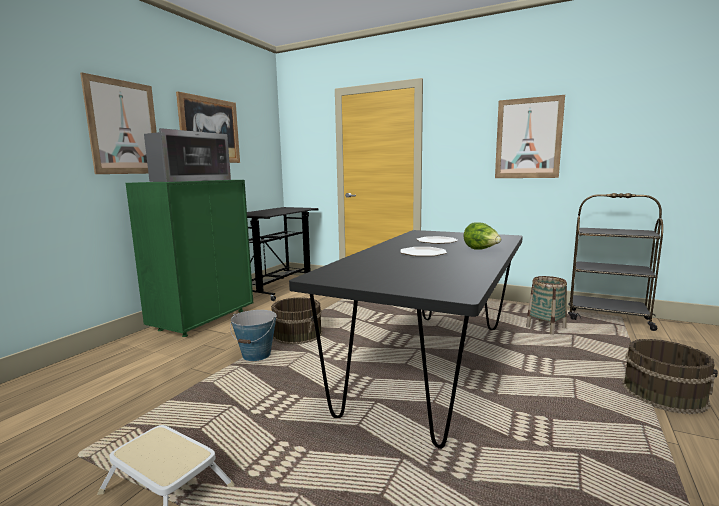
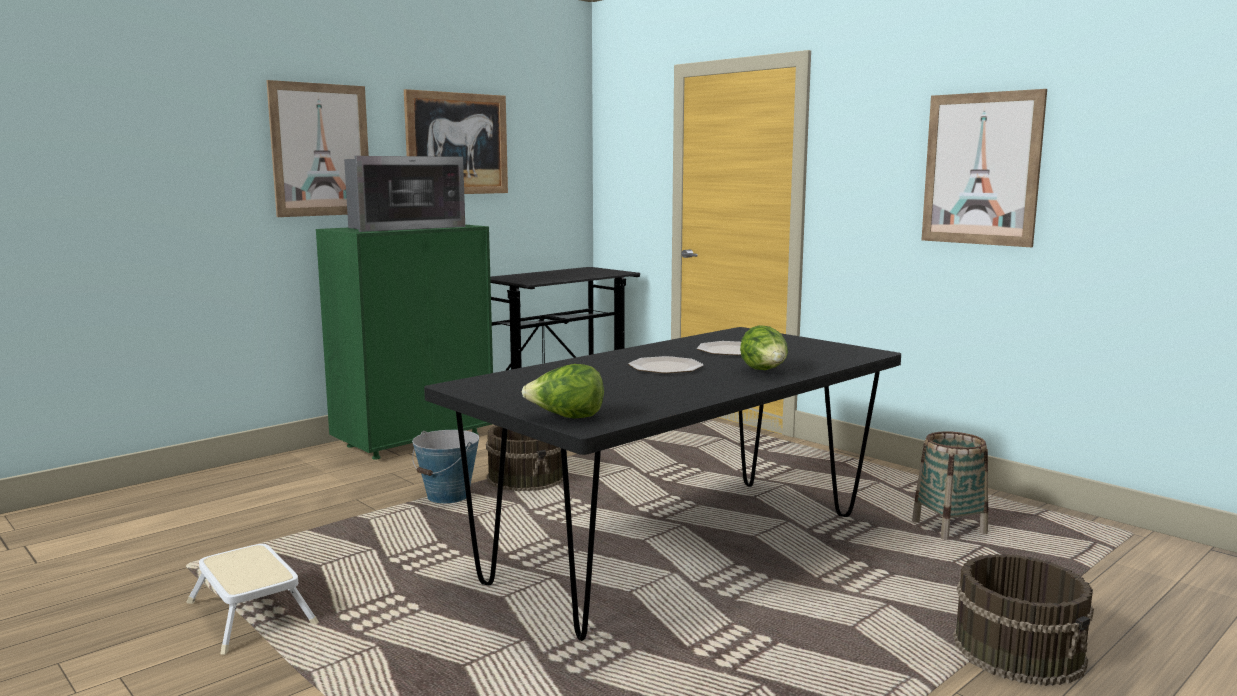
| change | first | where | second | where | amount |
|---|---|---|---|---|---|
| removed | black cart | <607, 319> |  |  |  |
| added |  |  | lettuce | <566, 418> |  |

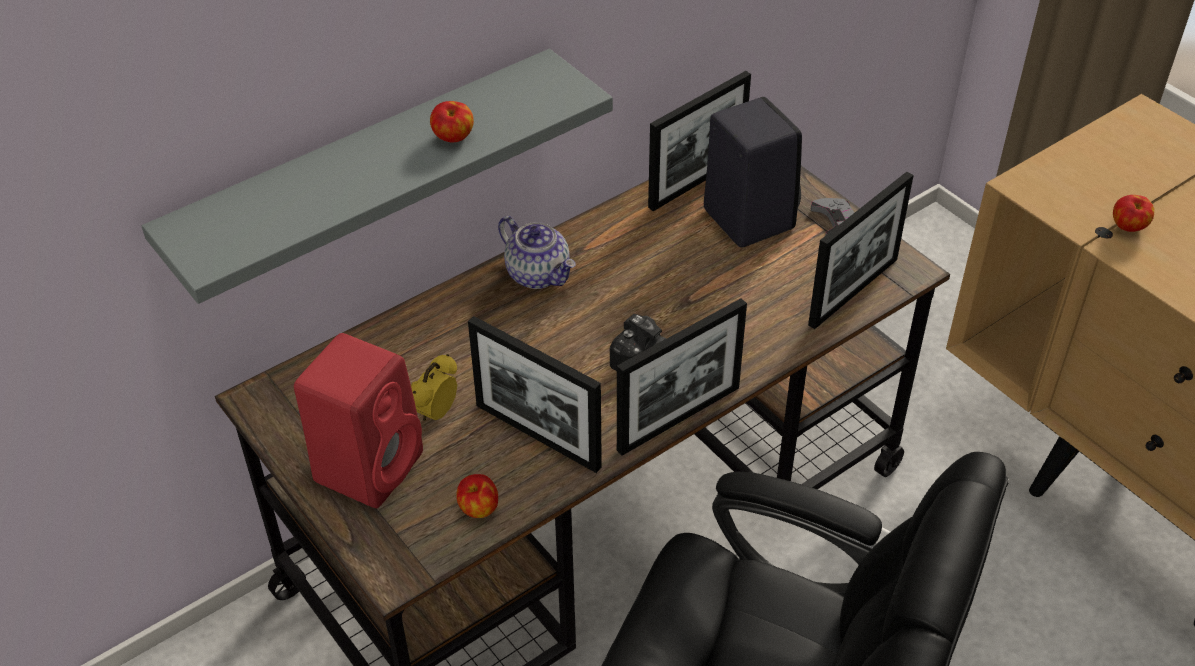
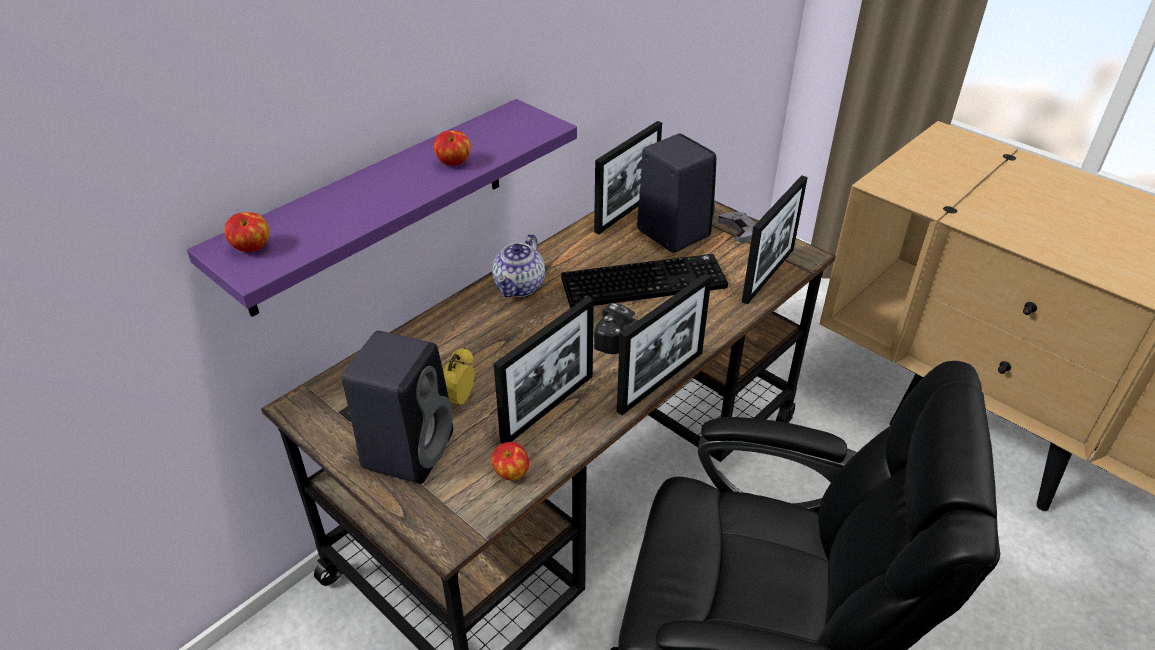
| change | first | where | second | where | amount |
|---|---|---|---|---|---|
| recoloured | grey shelf | <366, 175> | purple shelf | <378, 205> |  |
| recoloured | red speaker | <370, 464> | black speaker | <409, 448> |  |
| turned | picture frame | <537, 436> |  | <548, 408> | 75 degrees counterclockwise |
| turned | teapot | <539, 274> |  | <520, 287> | 75 degrees clockwise |
| moved | apple | <1128, 227> |  | <252, 248> |  |
| added |  |  | keyboard | <644, 281> |  |

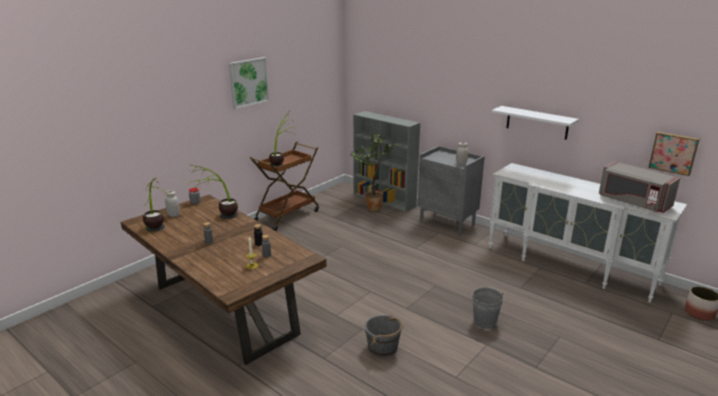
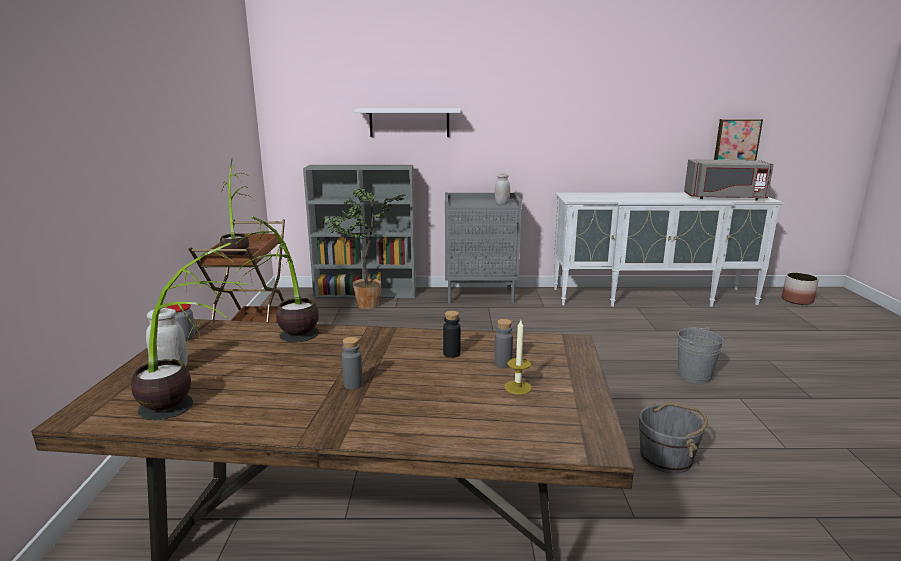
| change | first | where | second | where | amount |
|---|---|---|---|---|---|
| removed | picture | <248, 82> |  |  |  |
| moved | white shelf | <537, 122> |  | <409, 122> |  |

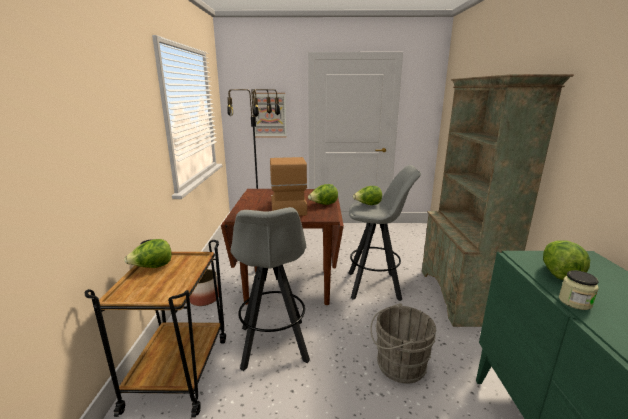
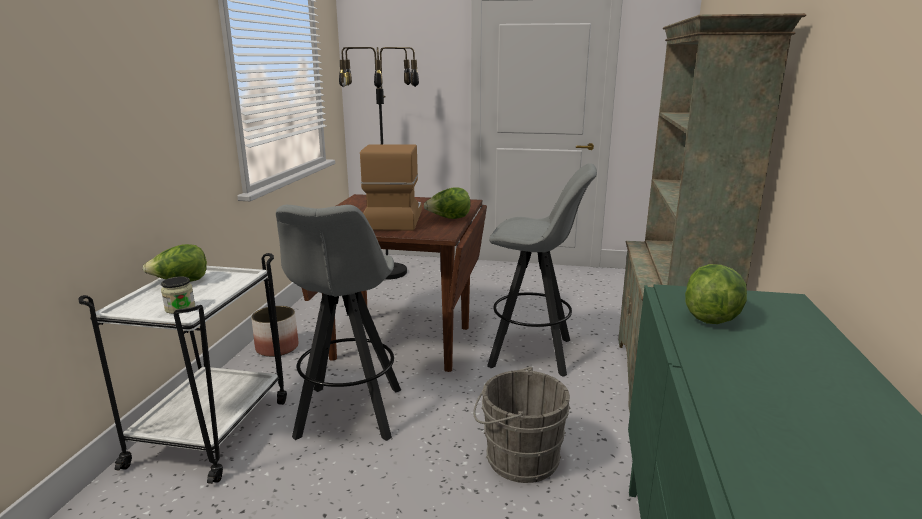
| change | first | where | second | where | amount |
|---|---|---|---|---|---|
| recoloured | brown cart | <179, 371> | white cart | <212, 431> |  |
| removed | picture | <269, 115> |  |  |  |
| removed | lettuce | <368, 205> |  |  |  |
| moved | jar | <575, 302> |  | <180, 308> |  |

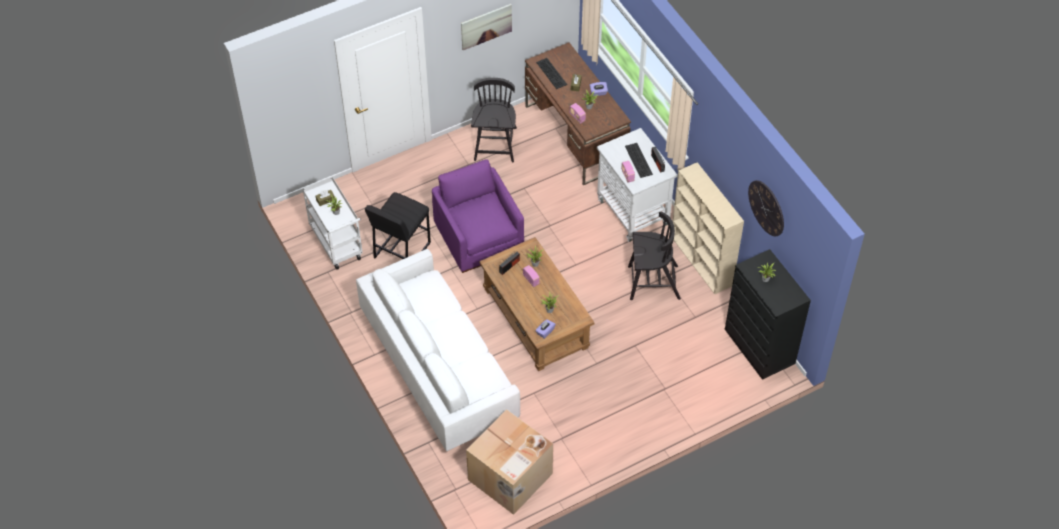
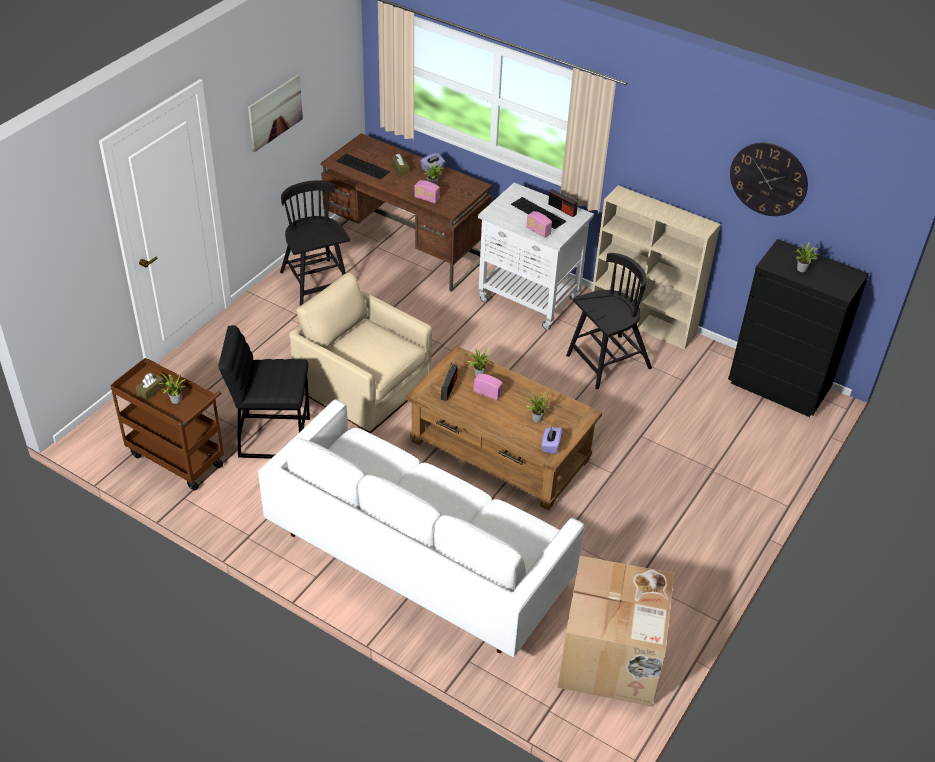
| change | first | where | second | where | amount |
|---|---|---|---|---|---|
| recoloured | white cart | <337, 246> | brown cart | <178, 462> |  |
| turned | black chair | <401, 251> |  | <272, 437> | 90 degrees clockwise |
| recoloured | purple armchair | <479, 236> | beige armchair | <363, 385> |  |

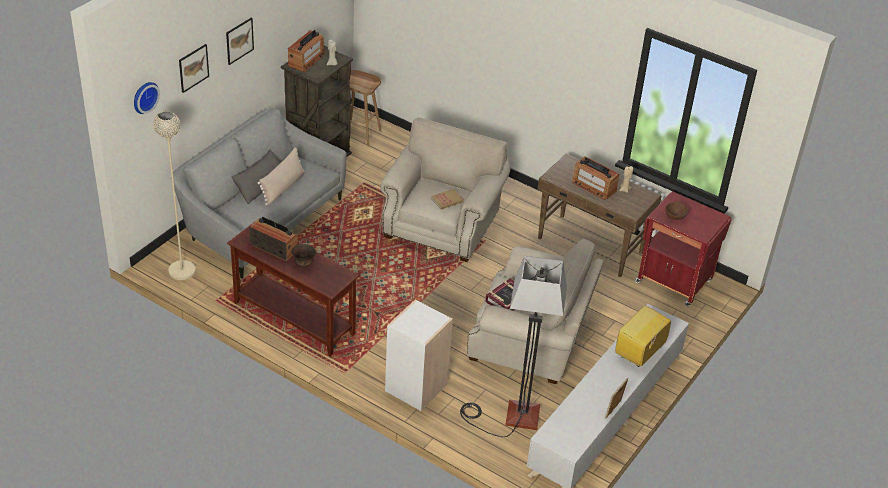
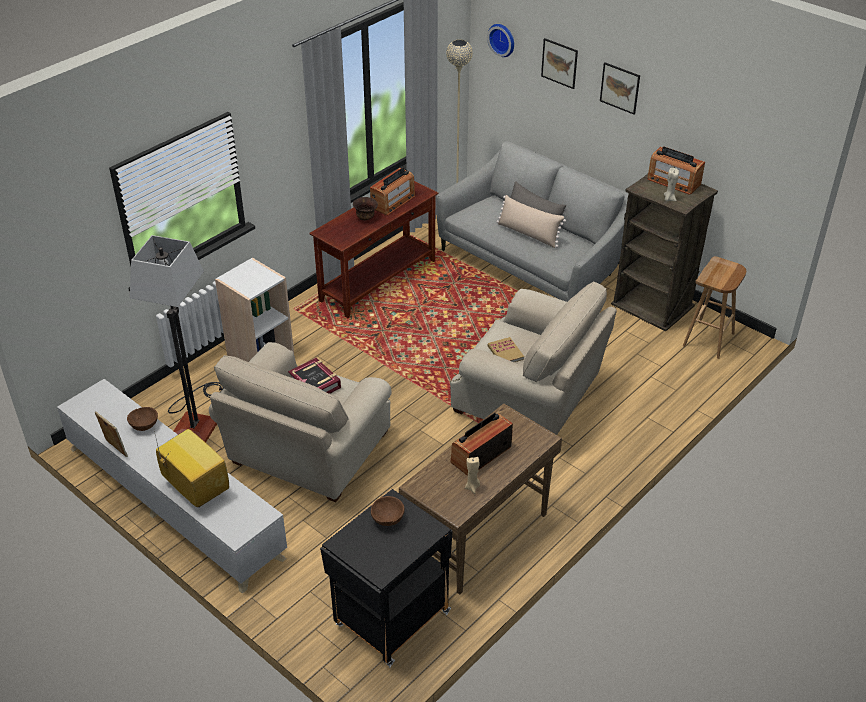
| change | first | where | second | where | amount |
|---|---|---|---|---|---|
| recoloured | red cart | <674, 283> | black cart | <391, 621> |  |
| added |  |  | brown bowl | <144, 426> |  |

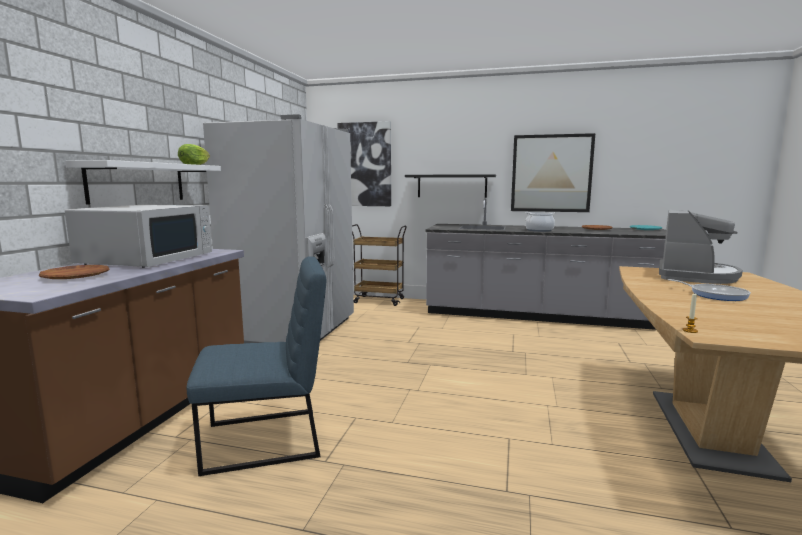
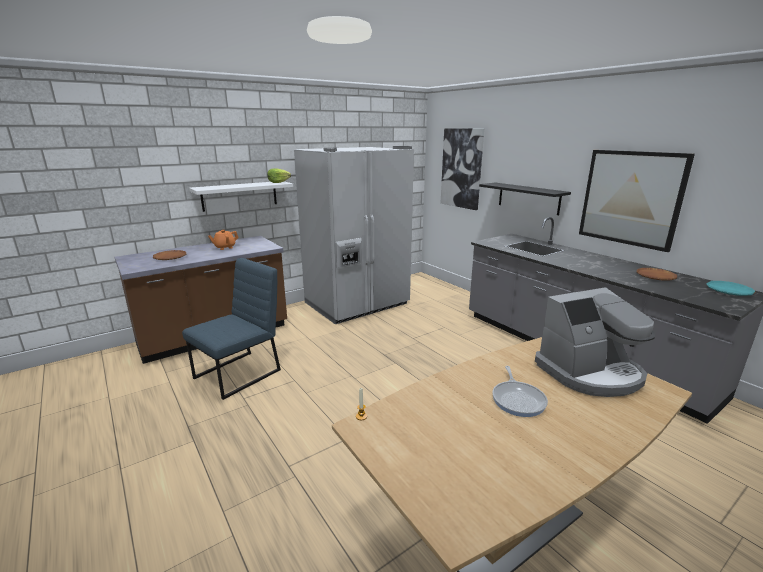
| change | first | where | second | where | amount |
|---|---|---|---|---|---|
| replaced | white microwave | <148, 259> | orange teapot | <225, 247> |  |
| turned | blue chair | <267, 440> |  | <240, 373> | 75 degrees counterclockwise |
| removed | brown cart | <379, 301> |  |  |  |
| removed | cooking pot | <539, 230> |  |  |  |

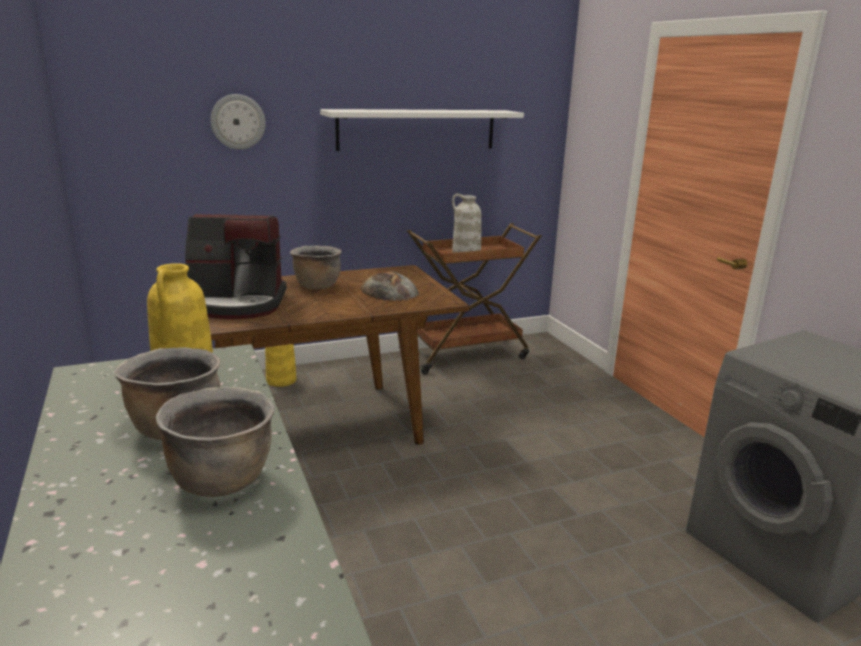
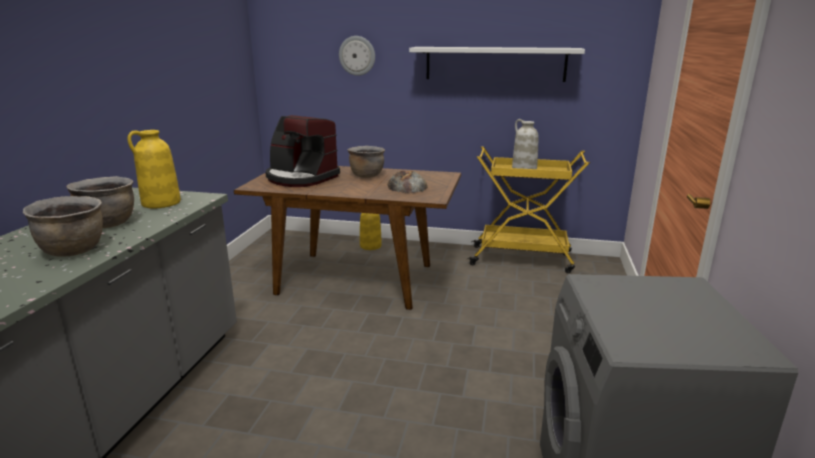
| change | first | where | second | where | amount |
|---|---|---|---|---|---|
| recoloured | brown cart | <465, 355> | yellow cart | <521, 259> |  |

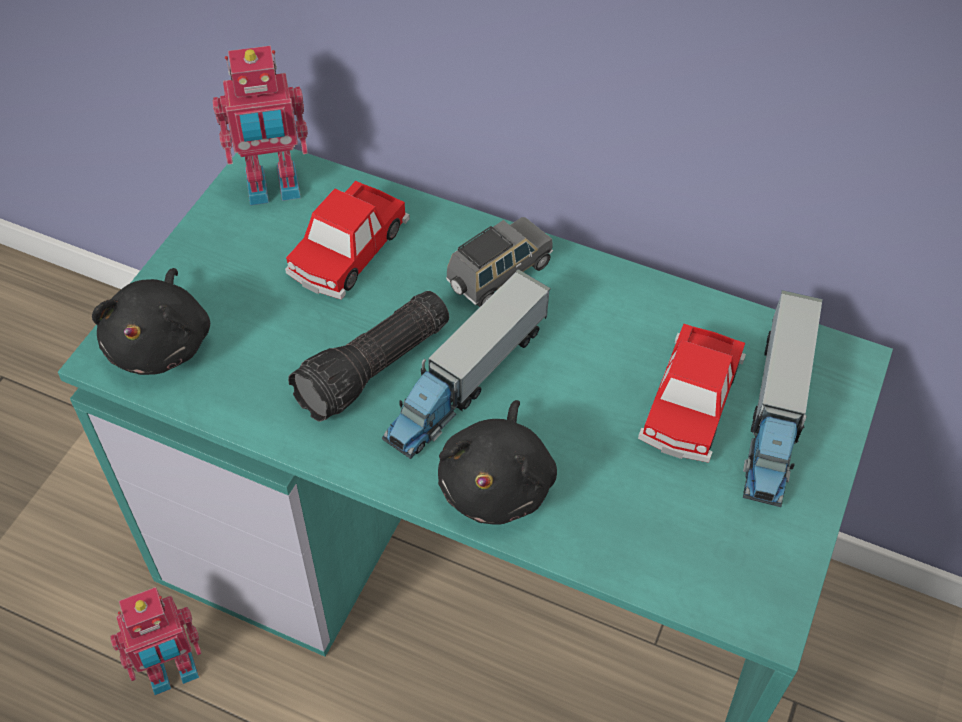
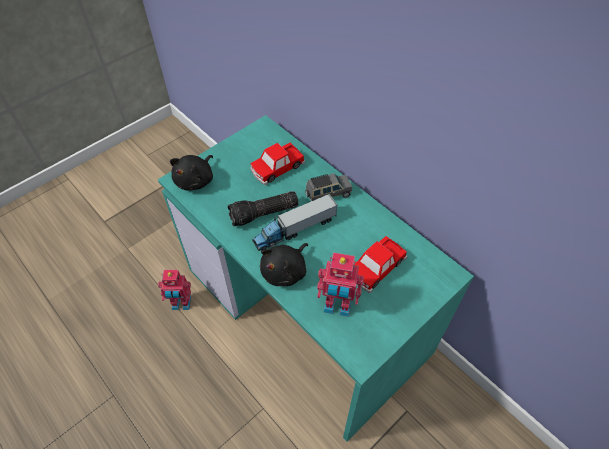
| change | first | where | second | where | amount |
|---|---|---|---|---|---|
| moved | toy robot | <273, 189> |  | <337, 306> |  |
| removed | toy truck | <775, 413> |  |  |  |

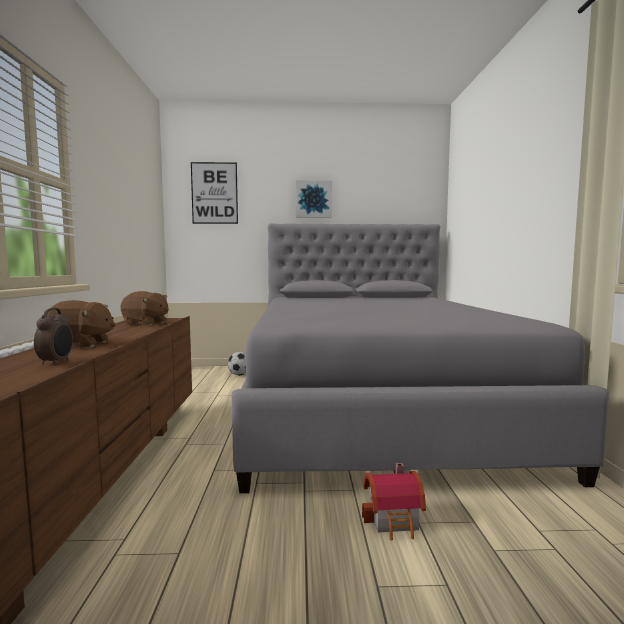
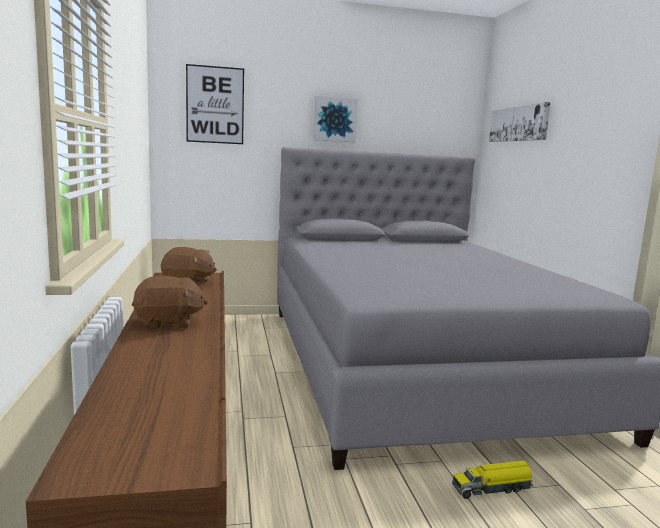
| change | first | where | second | where | amount |
|---|---|---|---|---|---|
| removed | alarm clock | <57, 362> |  |  |  |
| removed | football | <239, 375> |  |  |  |
| replaced | toy house | <395, 520> | toy truck | <492, 488> |  |
| added |  |  | picture | <519, 124> |  |

